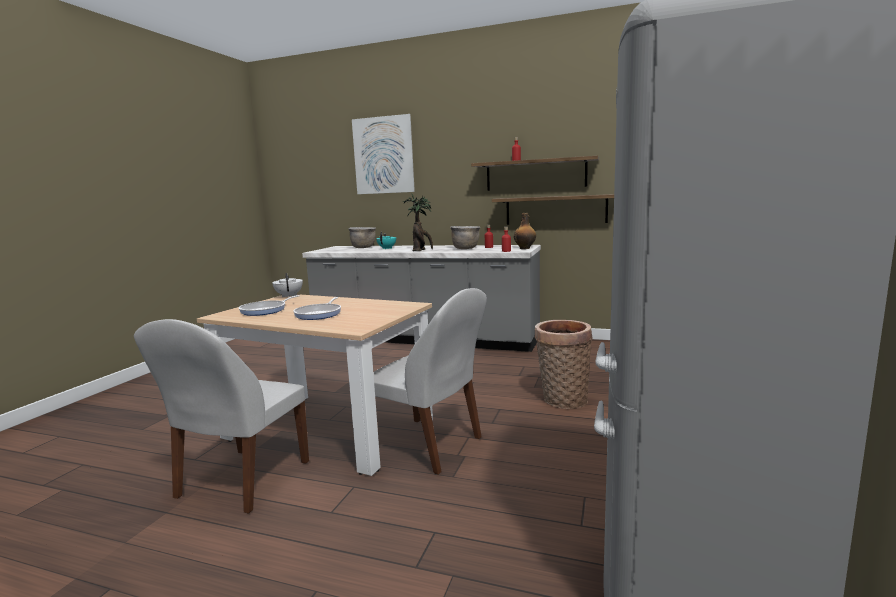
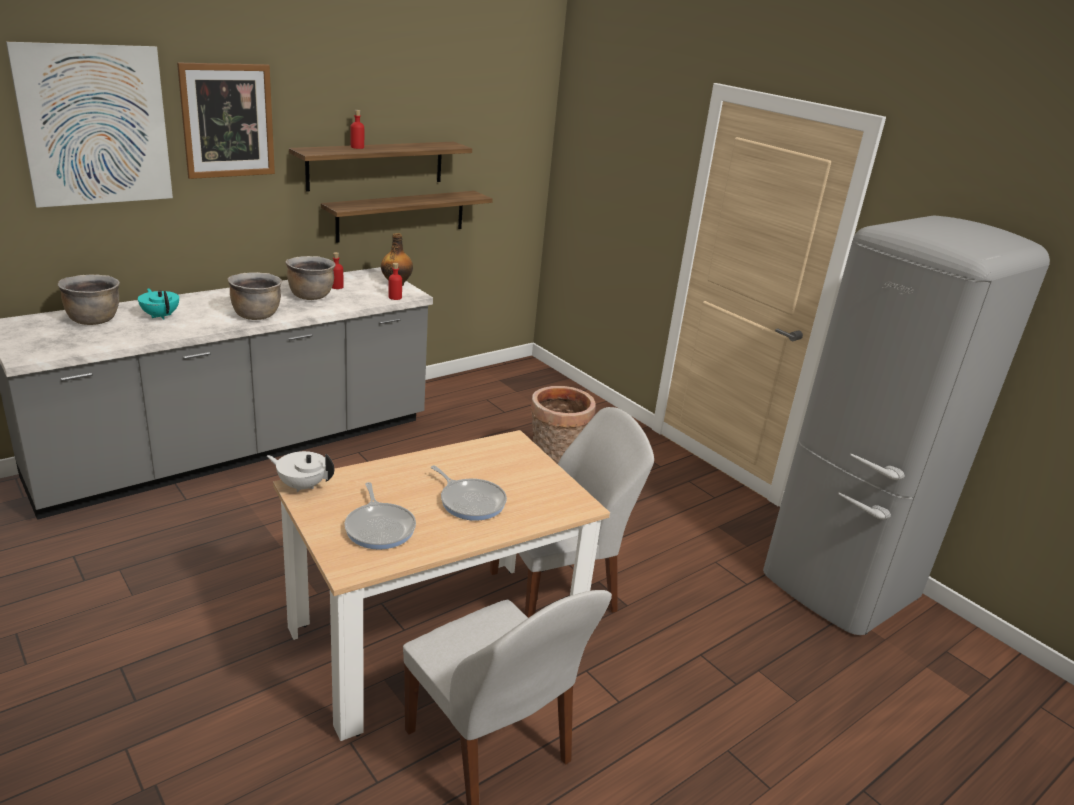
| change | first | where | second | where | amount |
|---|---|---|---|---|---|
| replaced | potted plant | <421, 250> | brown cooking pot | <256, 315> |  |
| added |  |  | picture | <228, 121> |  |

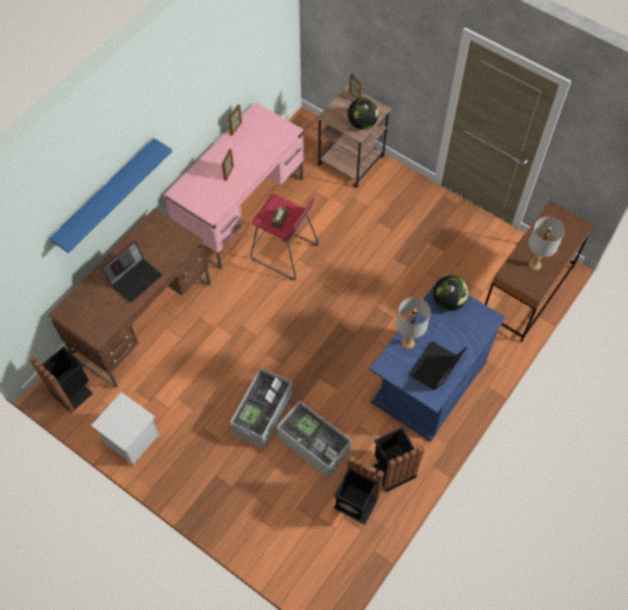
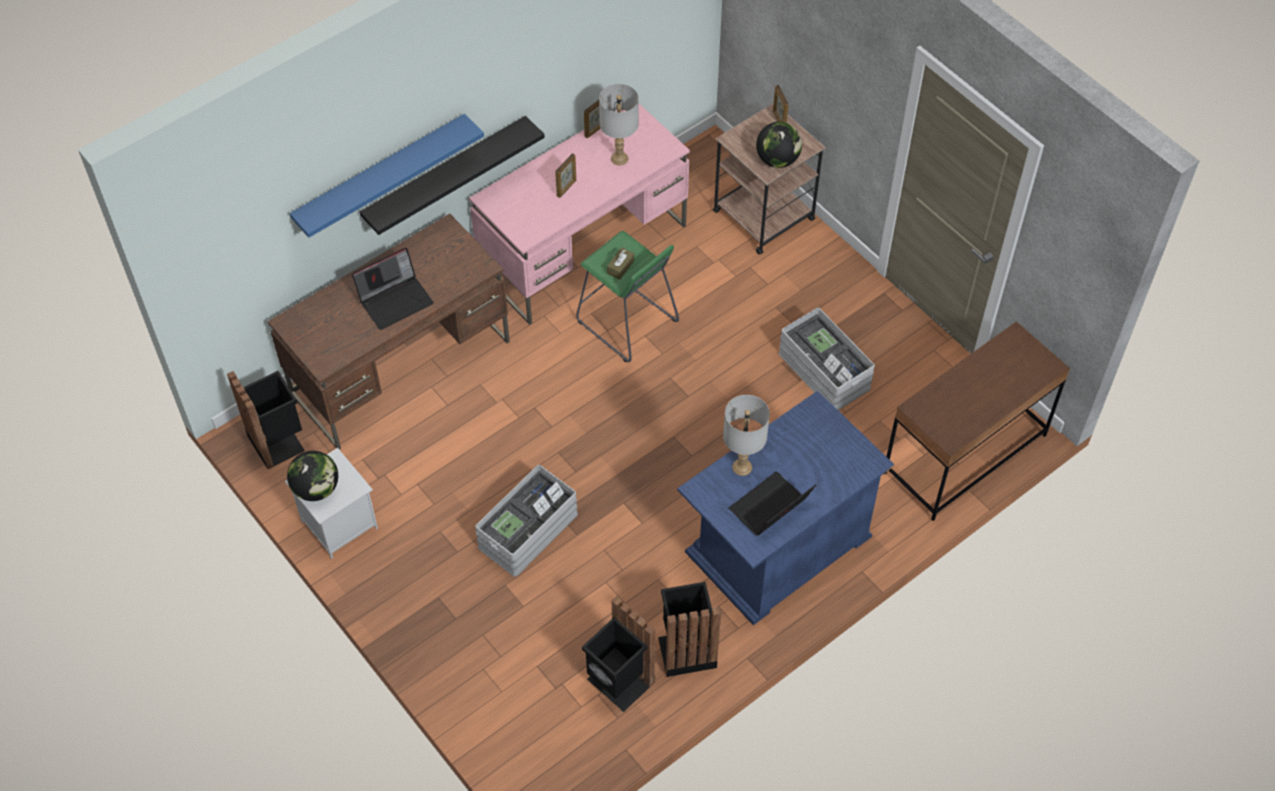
| change | first | where | second | where | amount |
|---|---|---|---|---|---|
| recoloured | red stool | <284, 252> | green stool | <627, 322> |  |
| moved | grey storage box | <314, 443> |  | <825, 370> |  |
| moved | globe | <448, 301> |  | <316, 488> |  |
| moved | grey table lamp | <534, 264> |  | <619, 158> |  |
| added |  |  | black shelf | <445, 175> |  |

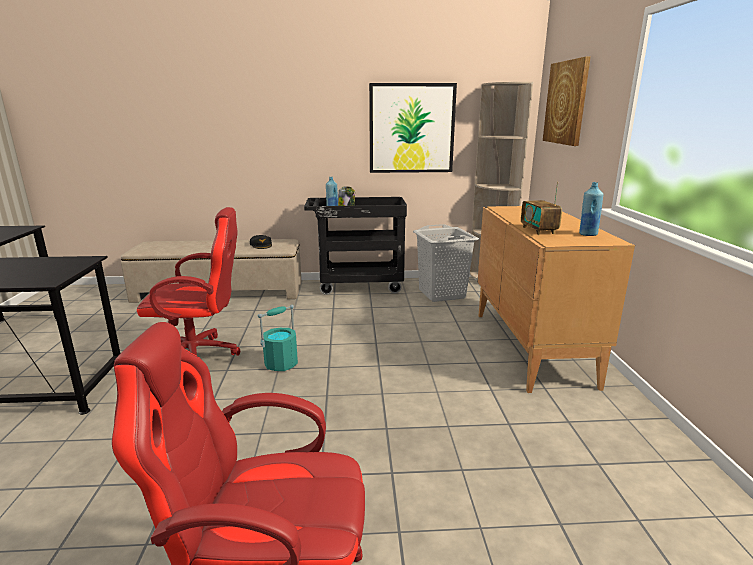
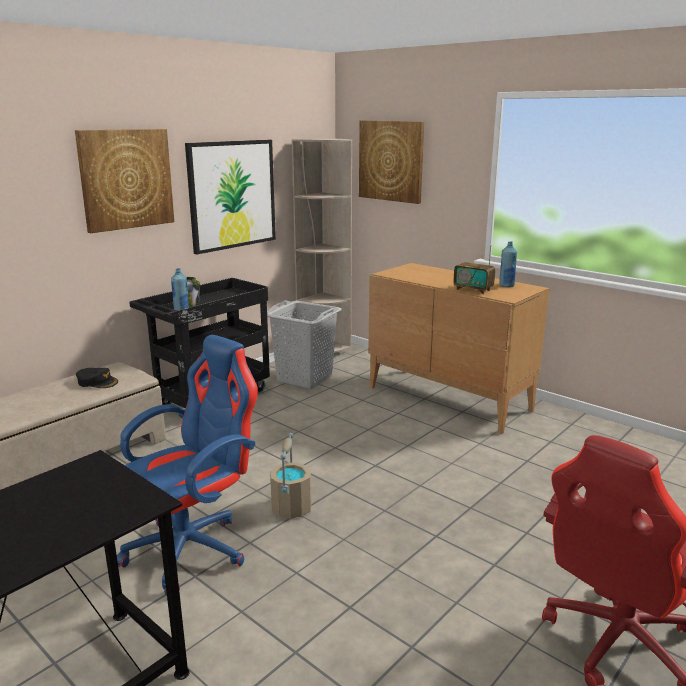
| change | first | where | second | where | amount |
|---|---|---|---|---|---|
| recoloured | red office chair | <202, 358> | blue office chair | <194, 548> |  |
| recoloured | turquoise bucket | <281, 364> | beige bucket | <291, 507> |  |
| added |  |  | picture | <126, 179> |  |

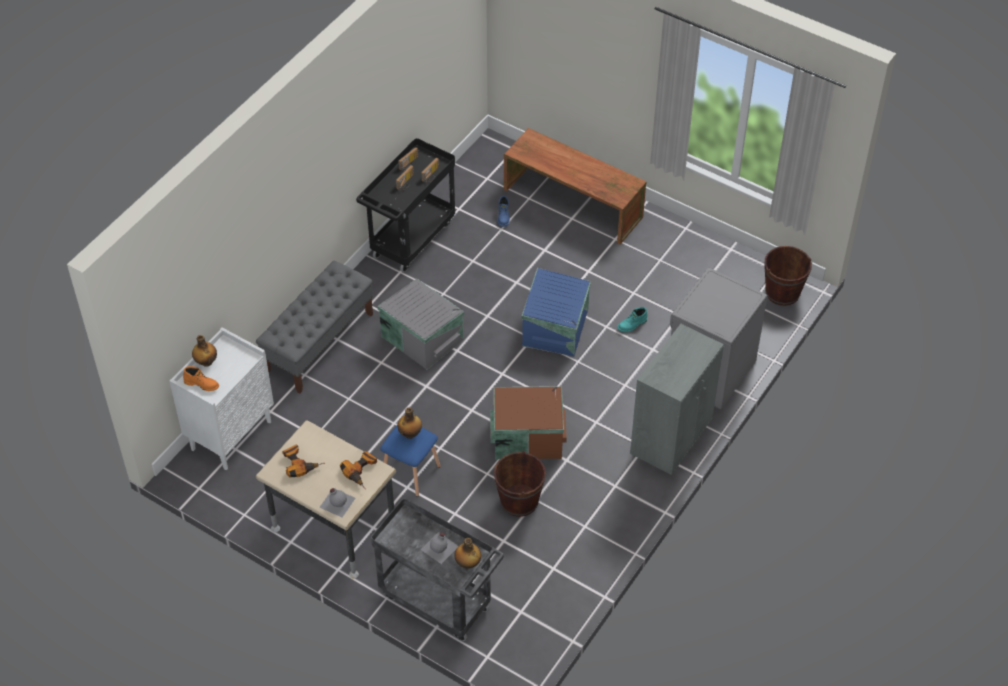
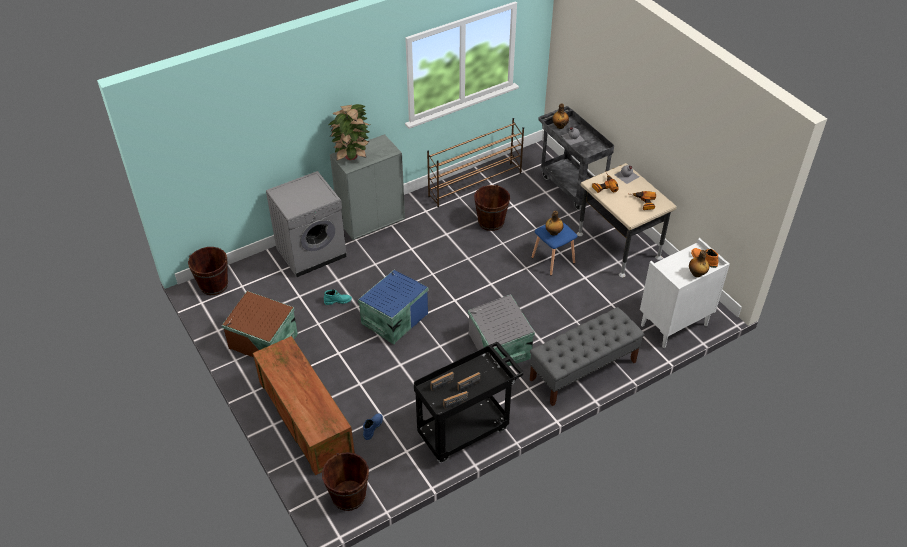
| change | first | where | second | where | amount |
|---|---|---|---|---|---|
| moved | brown storage box | <527, 436> |  | <263, 342> |  |
| added |  |  | brown bucket | <348, 496> |  |
| added |  |  | potted plant | <352, 156> |  |
| added |  |  | brown shoe rack | <475, 184> |  |

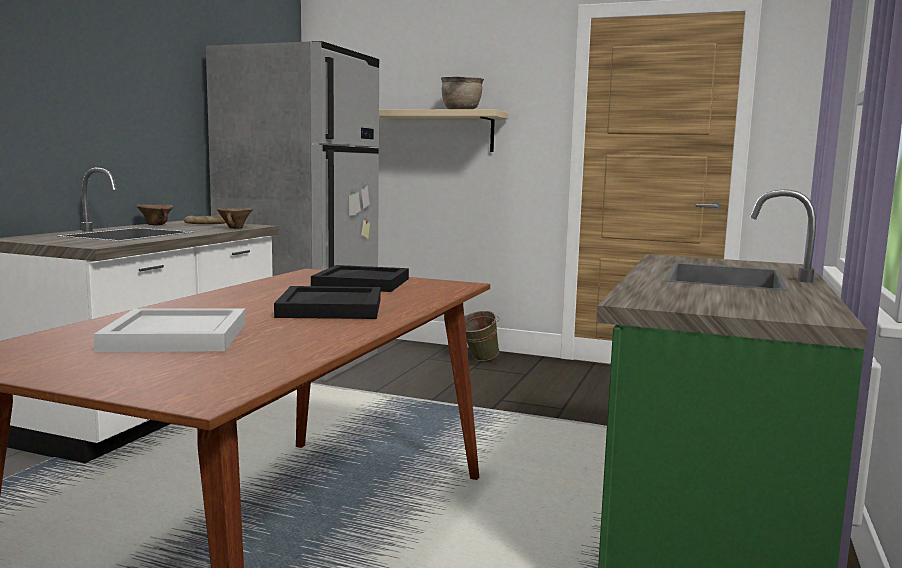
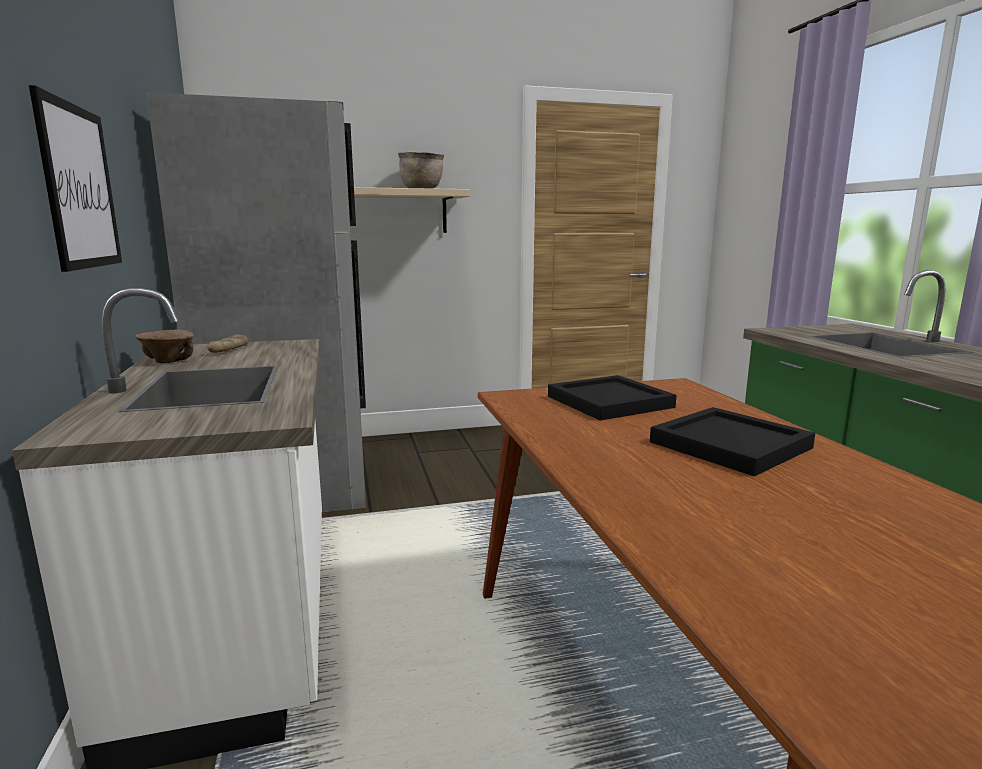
| change | first | where | second | where | amount |
|---|---|---|---|---|---|
| removed | white tray | <175, 336> |  |  |  |
| removed | brown bowl | <235, 228> |  |  |  |
| removed | green bucket | <478, 360> |  |  |  |
| added |  |  | picture | <79, 187> |  |

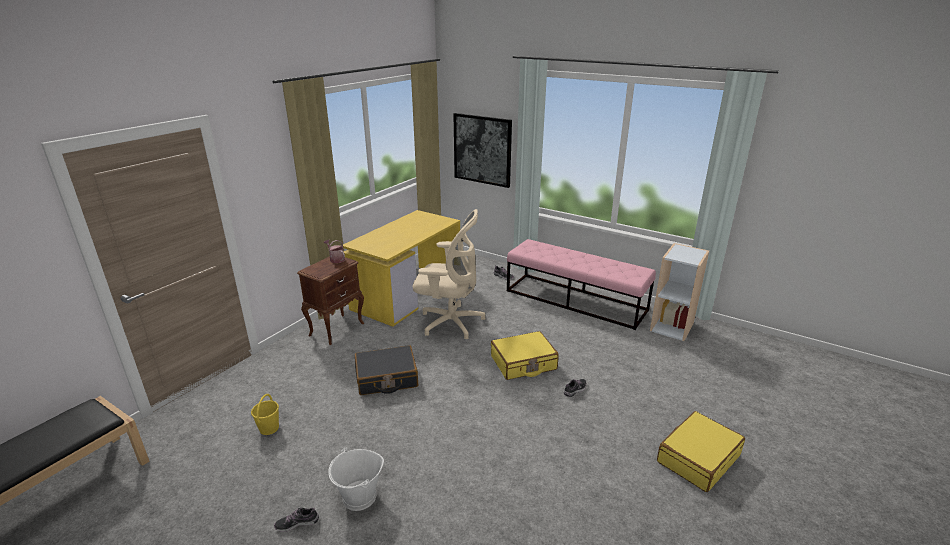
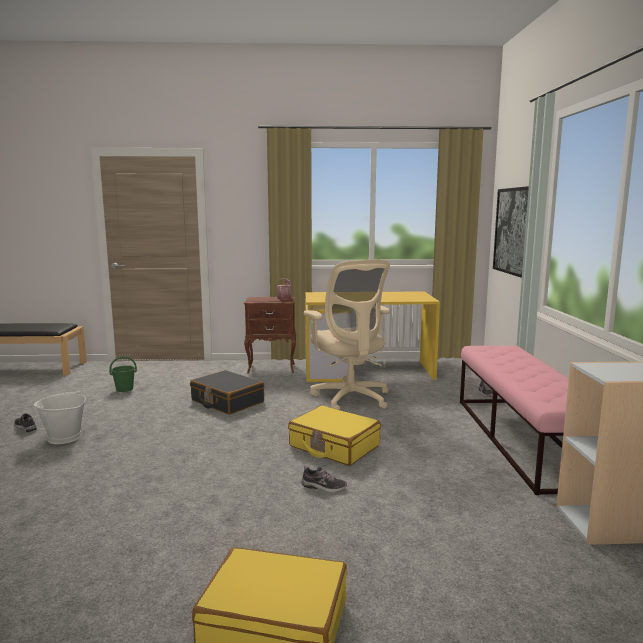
| change | first | where | second | where | amount |
|---|---|---|---|---|---|
| recoloured | yellow bucket | <269, 428> | green bucket | <125, 389> |  |

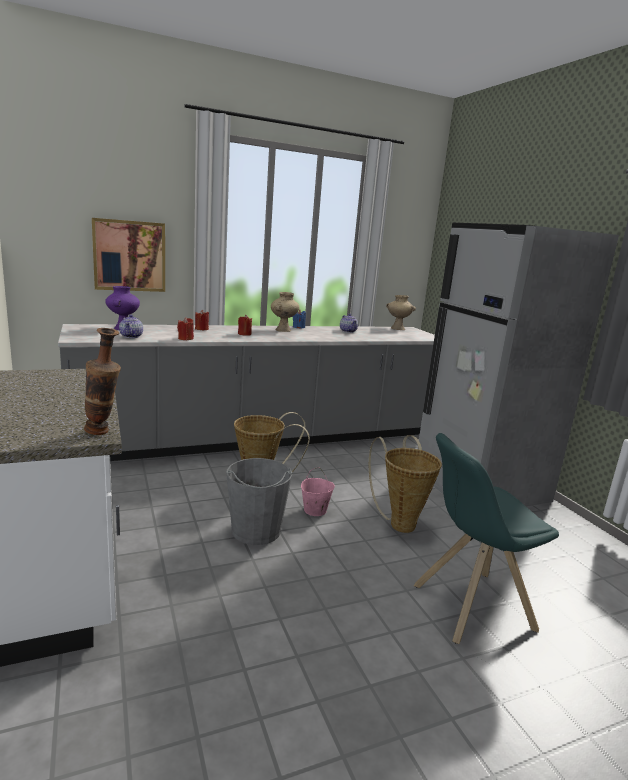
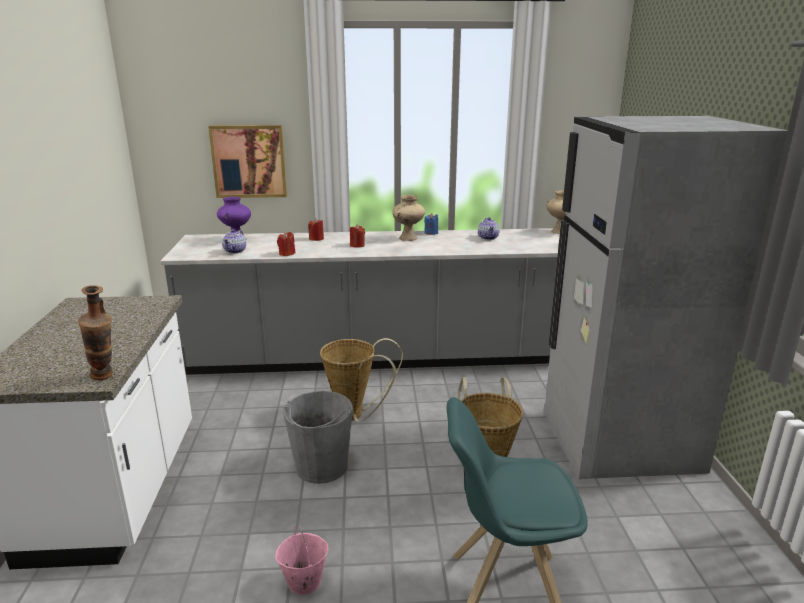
| change | first | where | second | where | amount |
|---|---|---|---|---|---|
| moved | pink bucket | <315, 510> |  | <304, 582> |  |

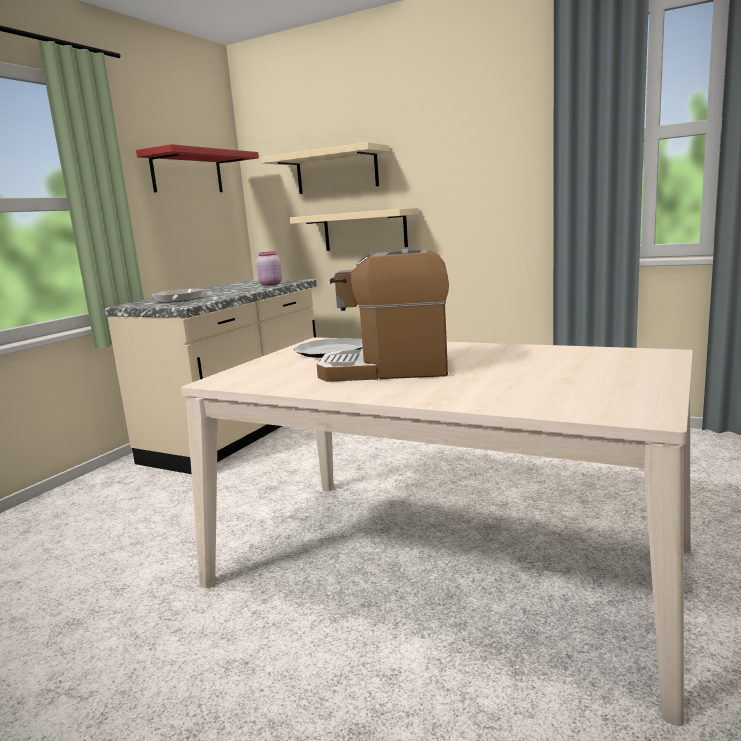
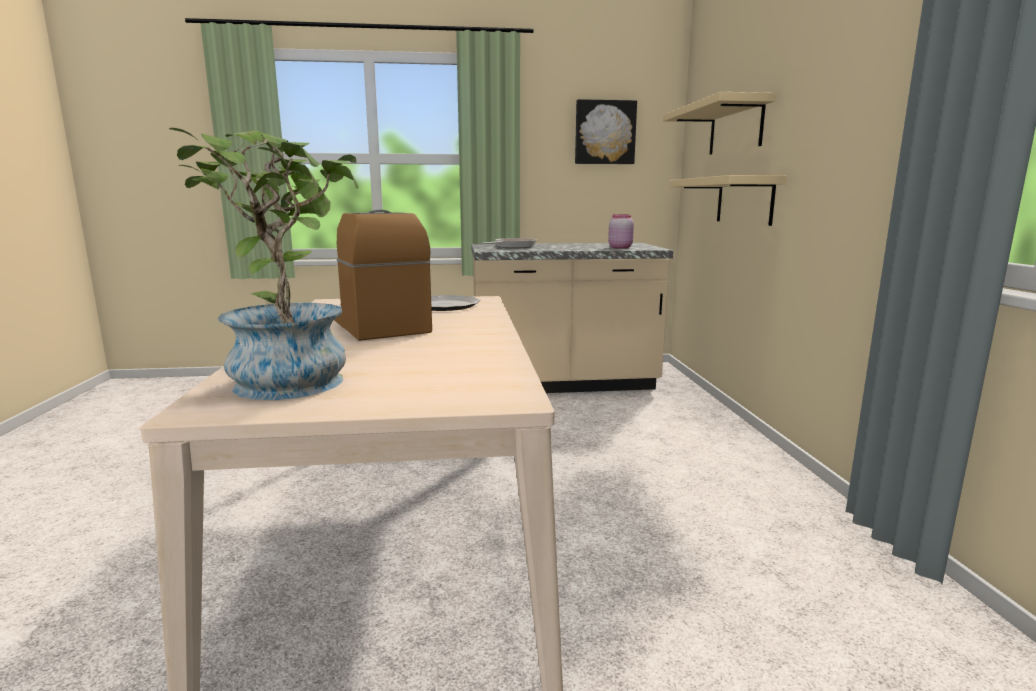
| change | first | where | second | where | amount |
|---|---|---|---|---|---|
| replaced | red shelf | <187, 173> | picture | <604, 132> |  |
| added |  |  | potted plant | <290, 377> |  |

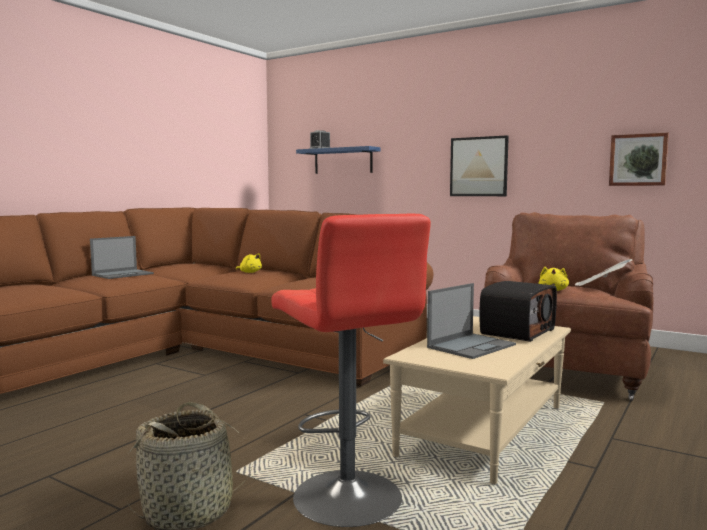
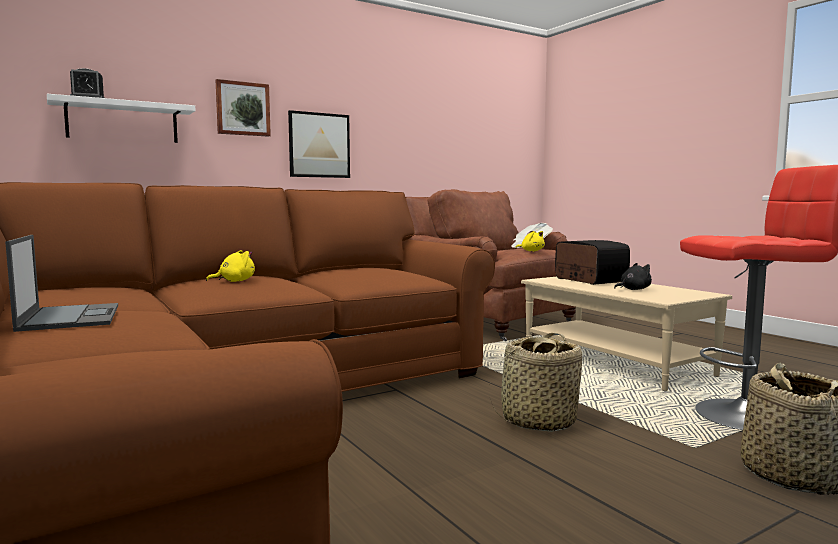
| change | first | where | second | where | amount |
|---|---|---|---|---|---|
| recoloured | blue shelf | <343, 161> | white shelf | <123, 122> |  |
| replaced | laptop | <471, 346> | black plush toy | <633, 289> |  |
| moved | picture | <638, 160> |  | <243, 109> |  |
| added |  |  | basket | <538, 421> |  |

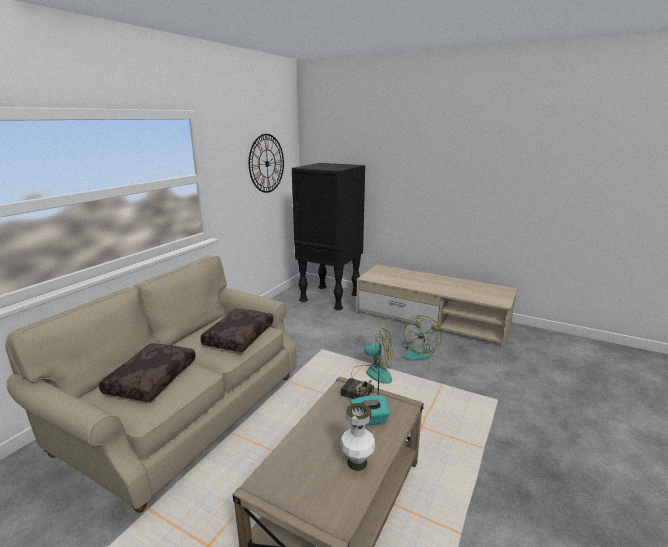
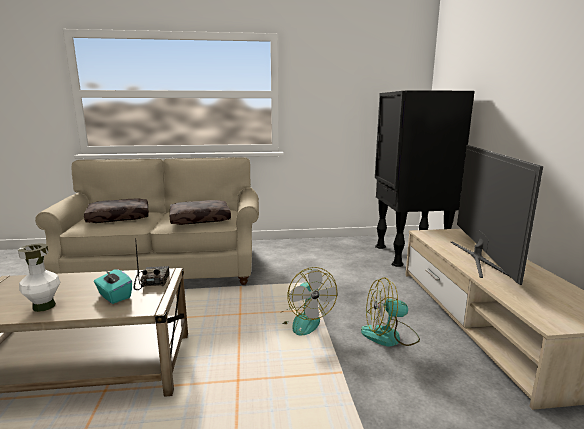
| change | first | where | second | where | amount |
|---|---|---|---|---|---|
| removed | wall clock | <267, 163> |  |  |  |
| added |  |  | television | <480, 258> |  |

